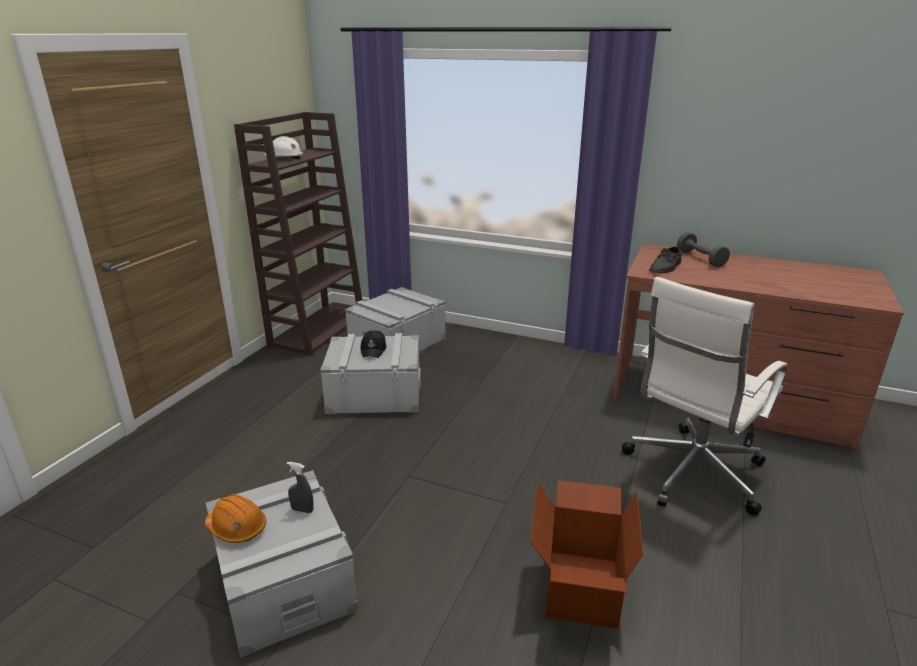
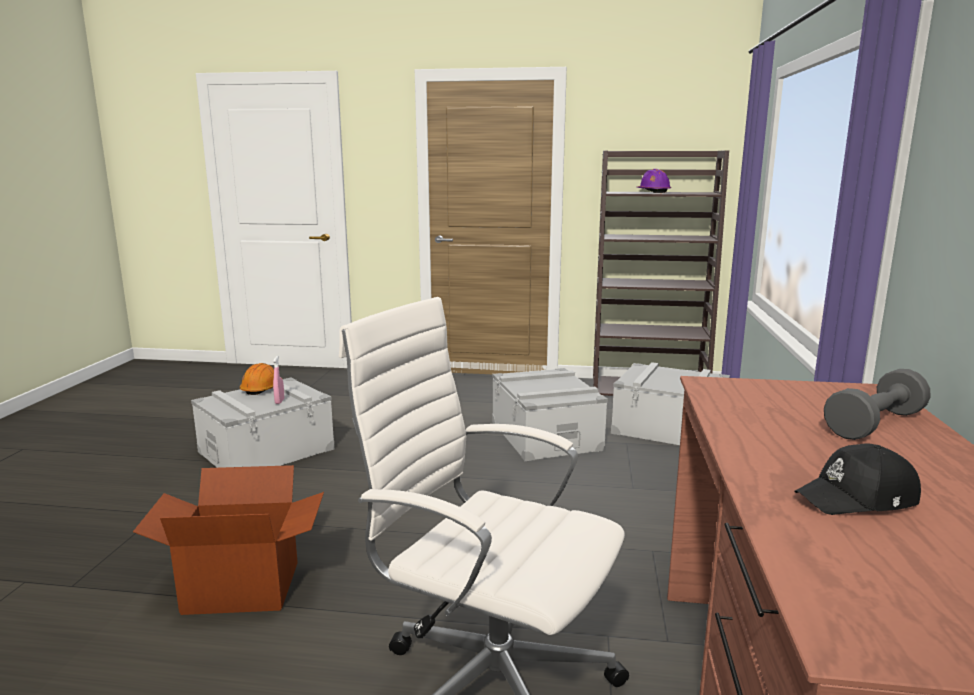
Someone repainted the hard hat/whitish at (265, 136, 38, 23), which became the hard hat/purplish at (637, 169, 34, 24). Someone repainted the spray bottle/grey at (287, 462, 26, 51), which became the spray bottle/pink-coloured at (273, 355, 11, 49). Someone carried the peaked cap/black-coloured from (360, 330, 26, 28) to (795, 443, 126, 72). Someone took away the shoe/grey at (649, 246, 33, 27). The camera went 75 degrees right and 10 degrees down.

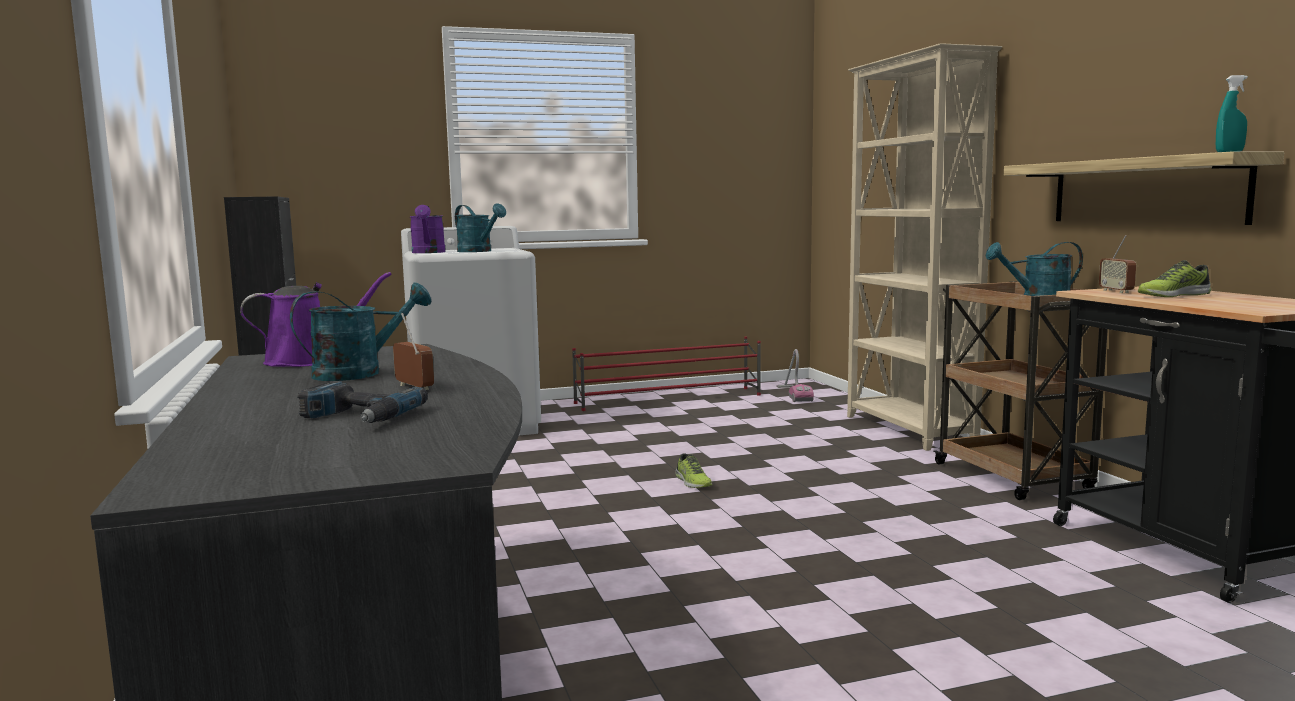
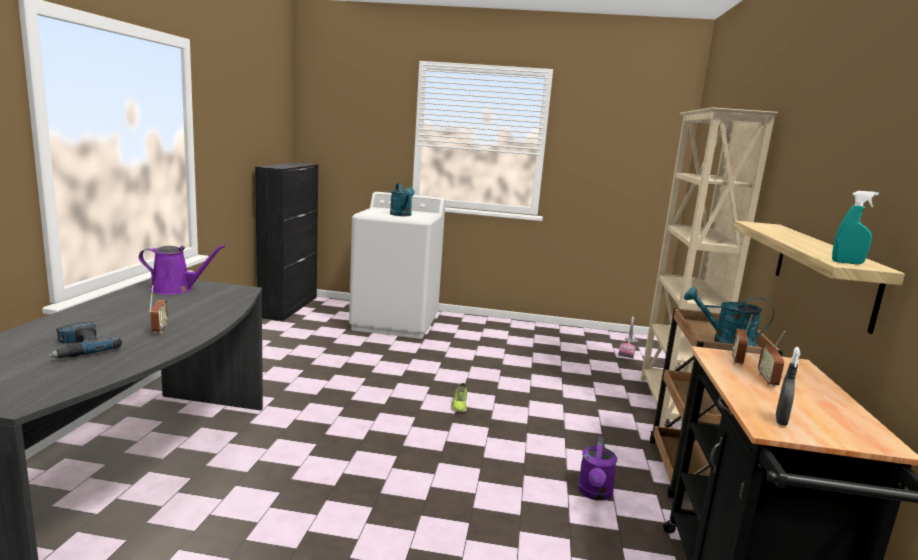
Someone took away the watering pot/blue-green at (290, 282, 141, 99). Someone carried the watering pot/purplish from (410, 205, 36, 48) to (578, 436, 39, 65). Someone took away the shoe stand/reddish at (572, 336, 189, 75). Someone swapped the shoe at (1138, 260, 73, 37) for the radio at (758, 331, 27, 56). Someone put down the spray bottle/grey at (776, 347, 25, 79). The camera went 25 degrees right and 5 degrees up.

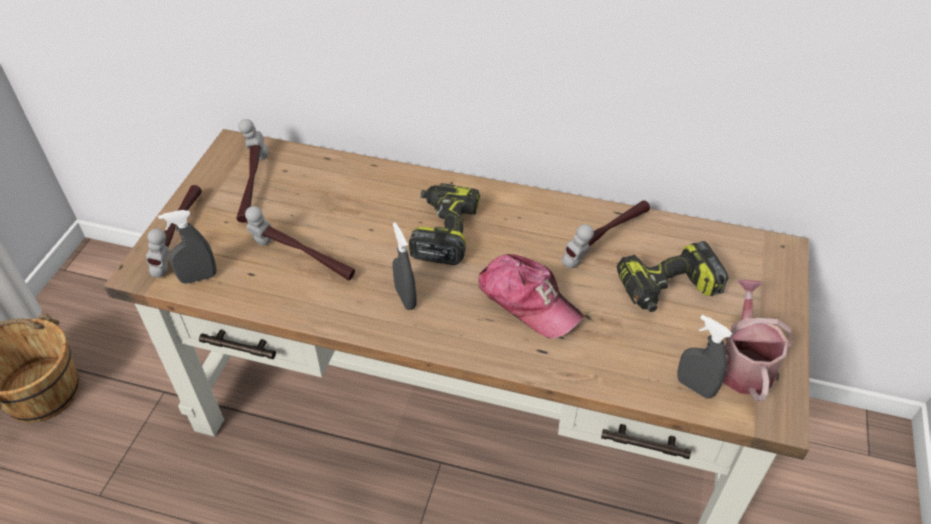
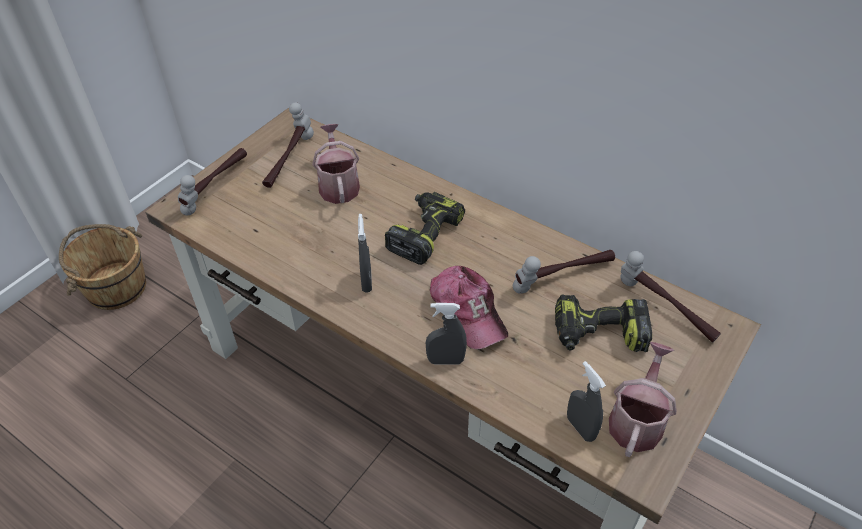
Someone carried the spray bottle/grey from (158, 210, 58, 74) to (426, 303, 41, 61). Someone carried the hand hammer from (245, 206, 110, 75) to (620, 251, 101, 92). Someone put down the watering pot at (312, 124, 48, 80). The camera went 20 degrees right and 0 degrees up.

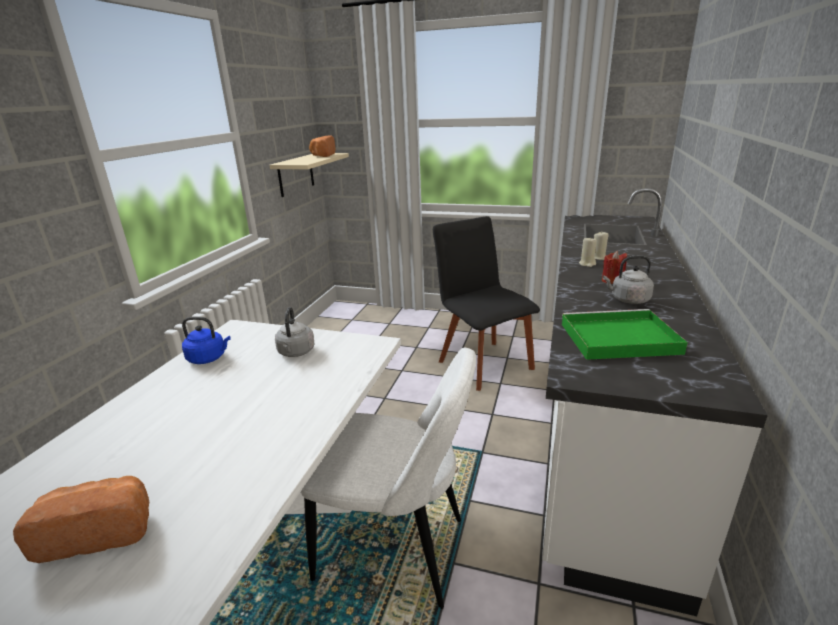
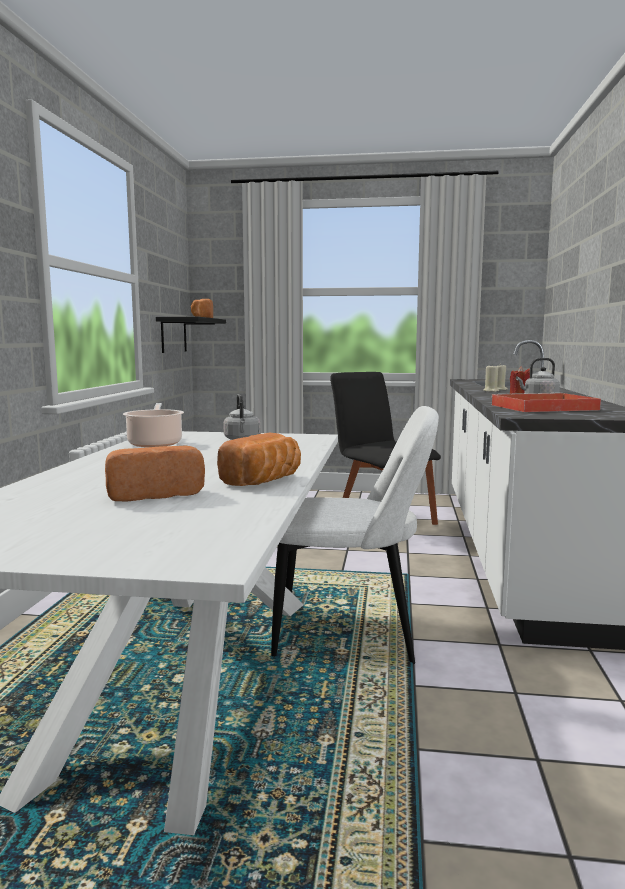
Someone swapped the tea kettle/blue-coloured at (182, 317, 49, 47) for the stockpot at (123, 403, 61, 44). Someone repainted the shelf/beige at (269, 153, 80, 44), which became the shelf/black-coloured at (156, 317, 70, 36). Someone repainted the tray/green at (562, 309, 126, 51), which became the tray/reddish at (491, 393, 110, 19). Someone put down the bread at (217, 433, 84, 53). The camera went 10 degrees left and 15 degrees down.

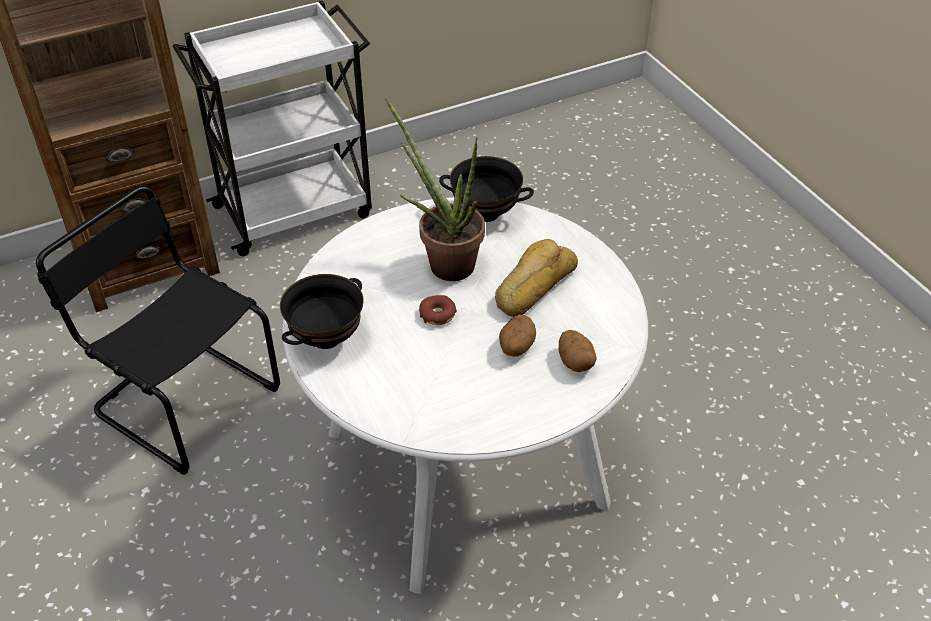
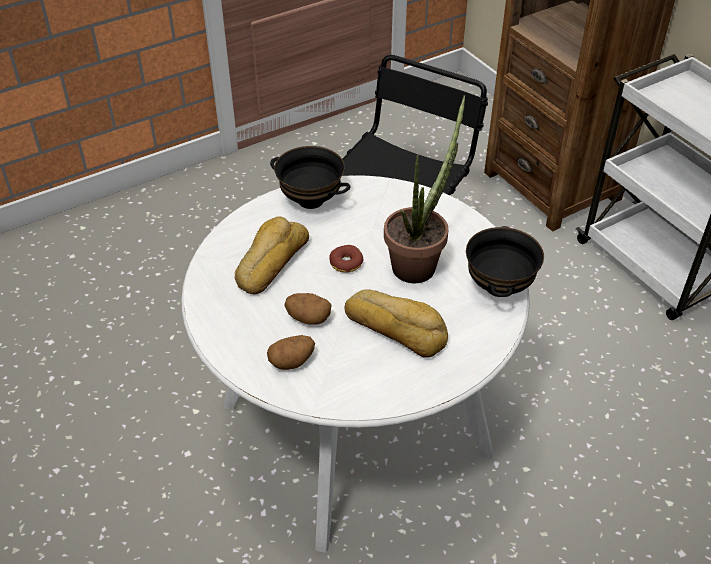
Someone put down the bread at (235, 216, 74, 78). The camera went 85 degrees right and 0 degrees up.

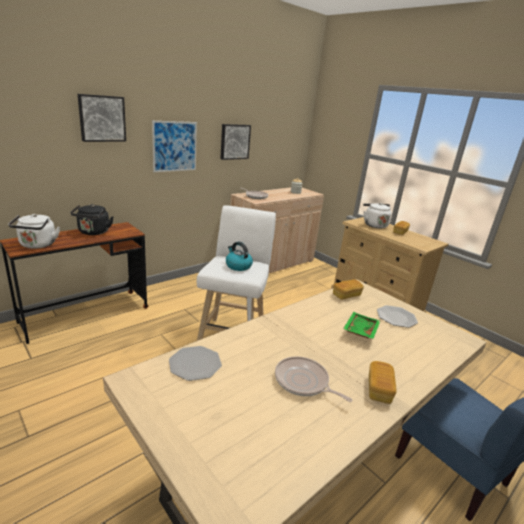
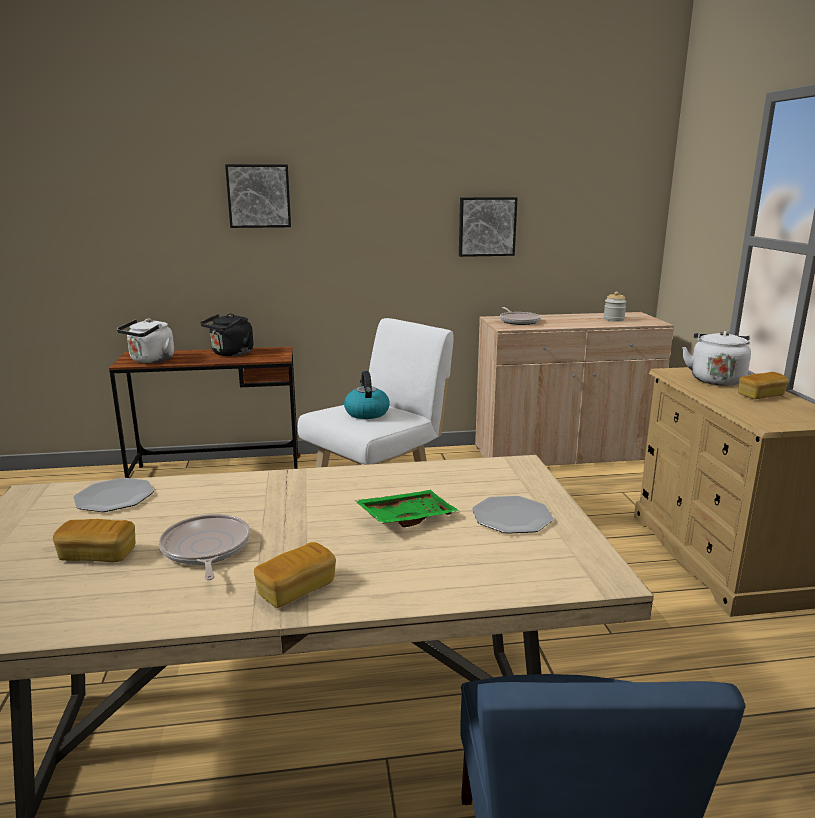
Someone took away the wall picture at (152, 121, 45, 51). Someone carried the bread from (333, 279, 31, 21) to (53, 519, 82, 43). The camera went 35 degrees right and 5 degrees down.

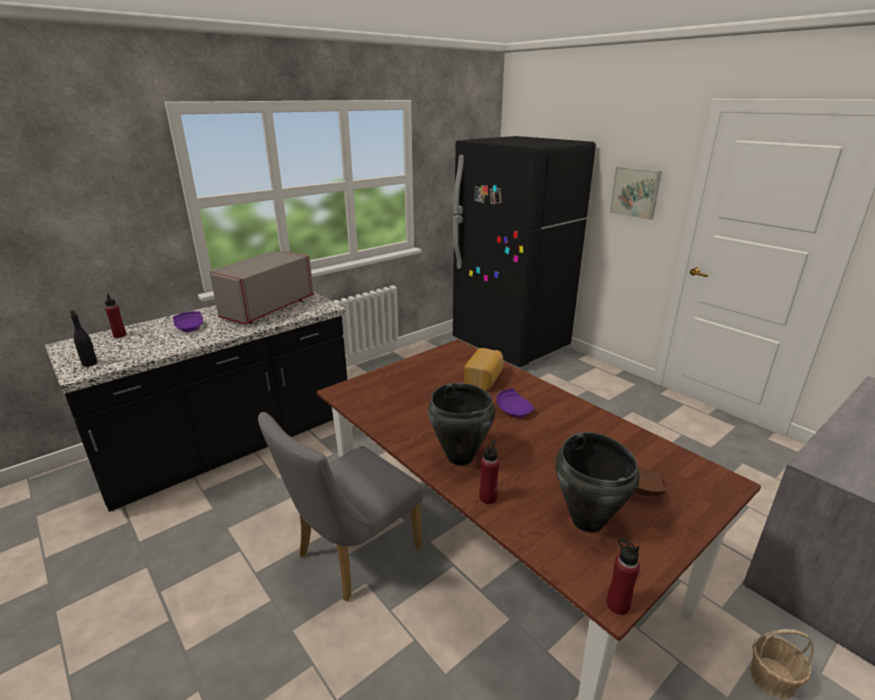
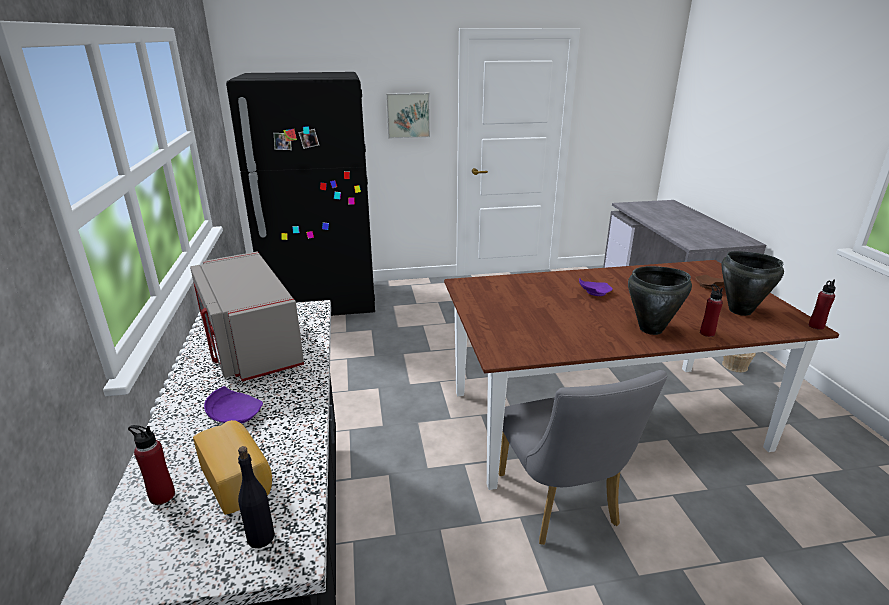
Someone carried the bread from (464, 348, 40, 43) to (193, 420, 79, 95). The camera went 60 degrees left and 0 degrees up.

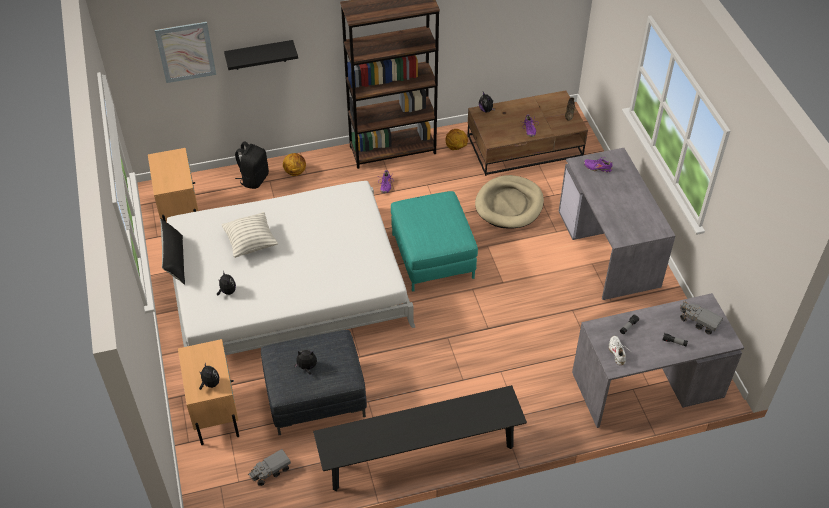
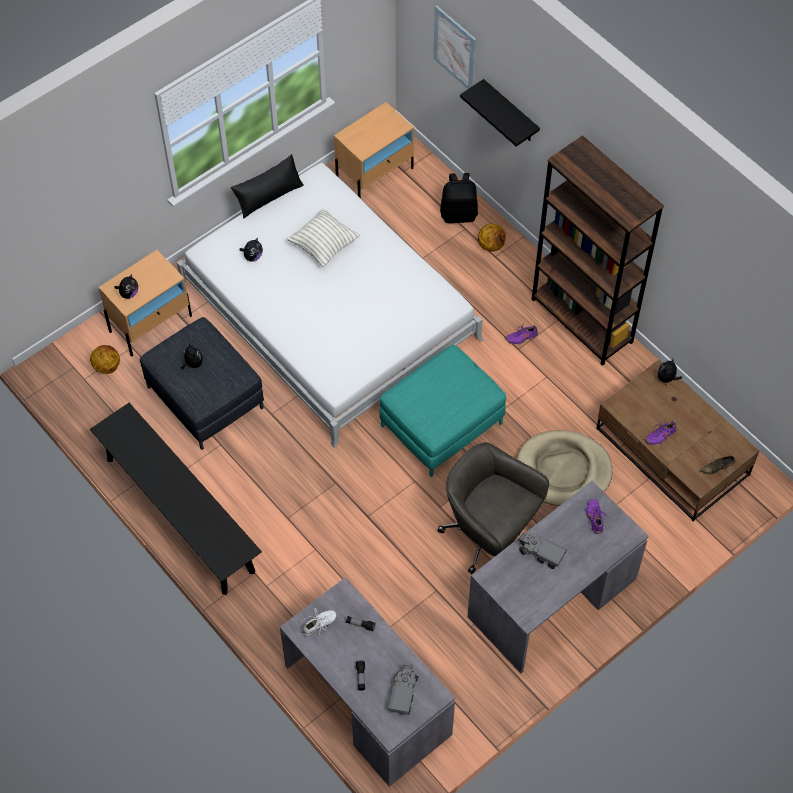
Someone carried the toy truck from (249, 449, 42, 37) to (518, 532, 49, 37). Someone carried the basketball ball from (446, 129, 22, 21) to (90, 345, 30, 29). Someone put down the office chair/grey at (437, 442, 112, 132). The camera went 65 degrees right and 10 degrees up.

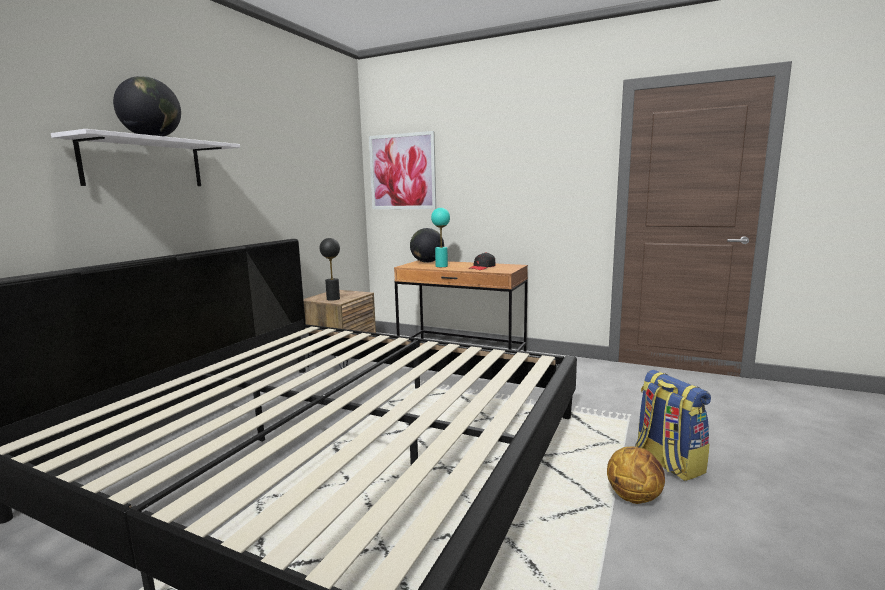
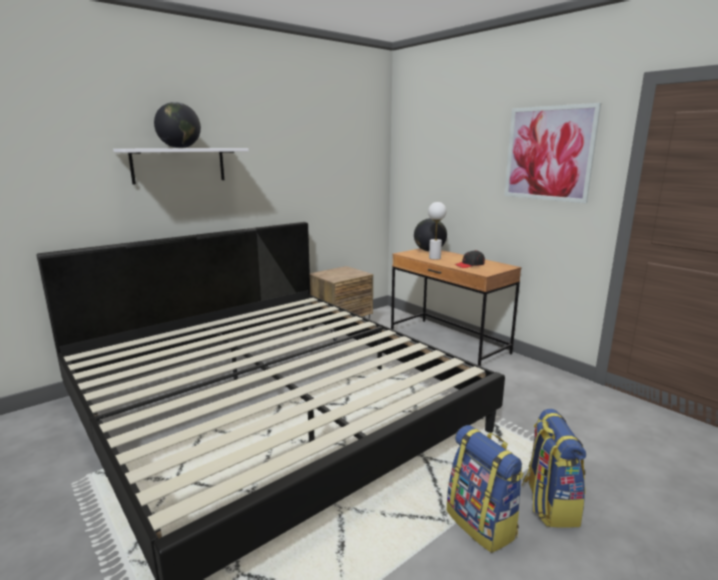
Someone took away the table lamp/black-coloured at (320, 238, 20, 63). Someone carried the wall picture from (369, 131, 67, 78) to (504, 103, 97, 100). Someone repainted the table lamp/blue-green at (431, 208, 19, 59), which became the table lamp/whitish at (428, 202, 19, 58). Someone swapped the basketball ball at (607, 446, 58, 58) for the rucksack at (446, 425, 78, 128). The camera went 25 degrees right and 5 degrees up.

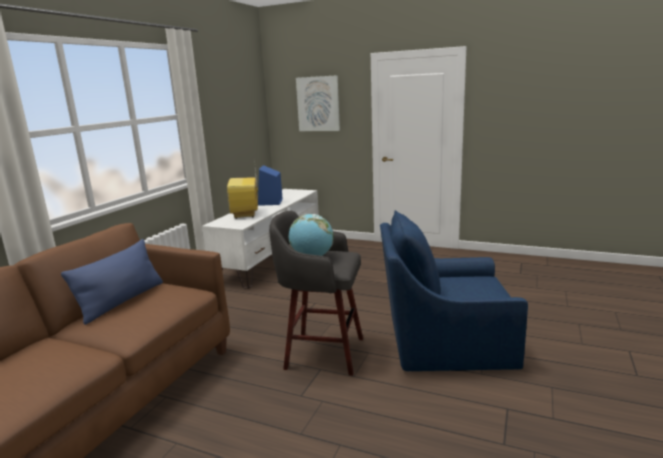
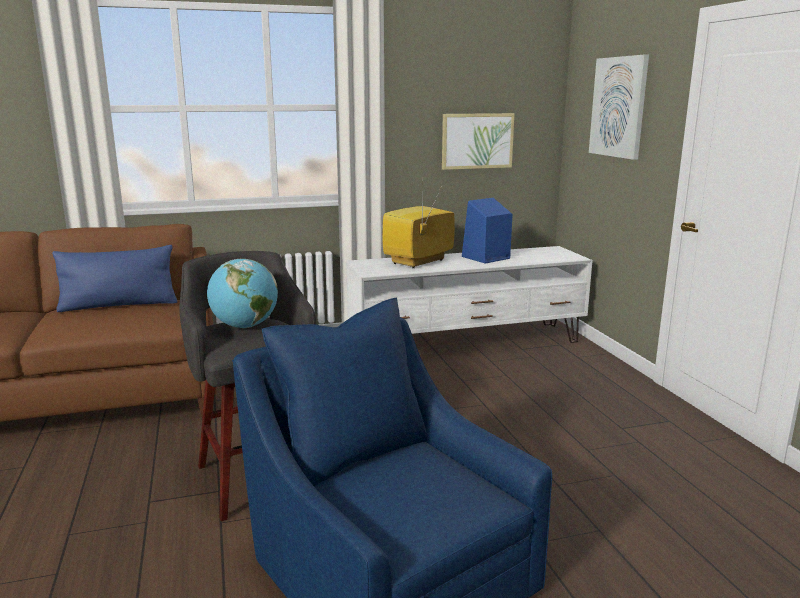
Someone put up the wall picture at (442, 113, 73, 57). The camera went 50 degrees right and 0 degrees up.

